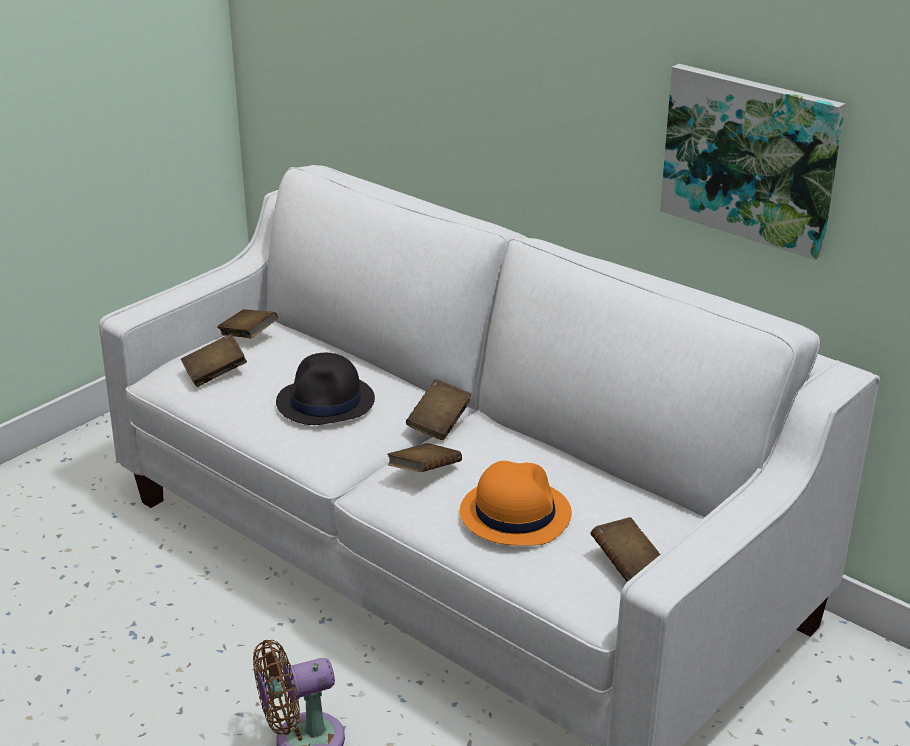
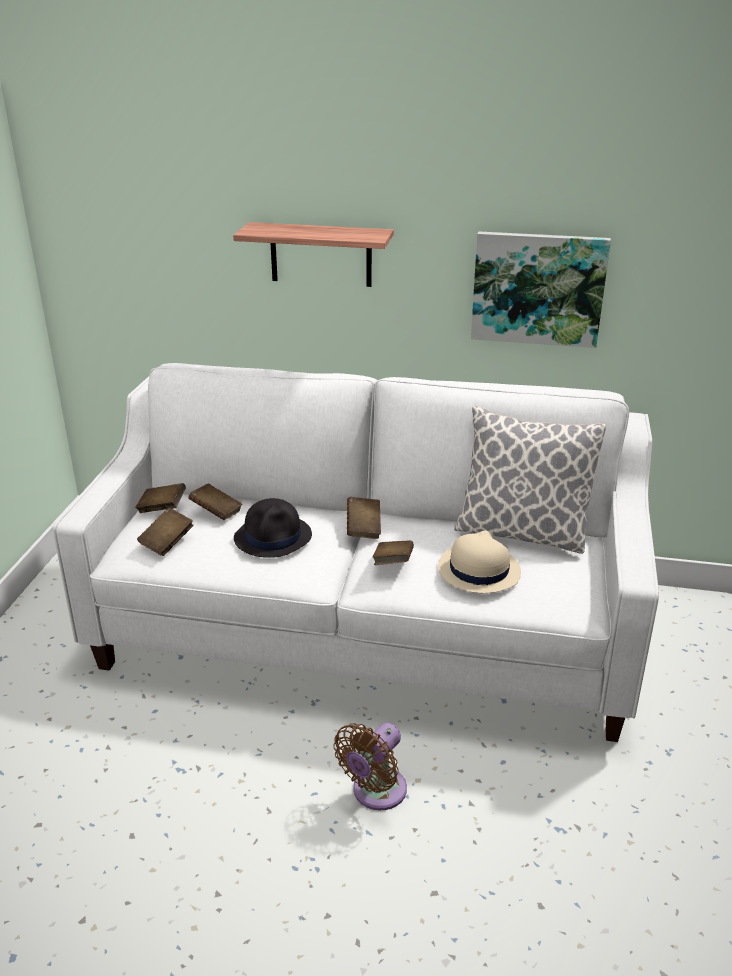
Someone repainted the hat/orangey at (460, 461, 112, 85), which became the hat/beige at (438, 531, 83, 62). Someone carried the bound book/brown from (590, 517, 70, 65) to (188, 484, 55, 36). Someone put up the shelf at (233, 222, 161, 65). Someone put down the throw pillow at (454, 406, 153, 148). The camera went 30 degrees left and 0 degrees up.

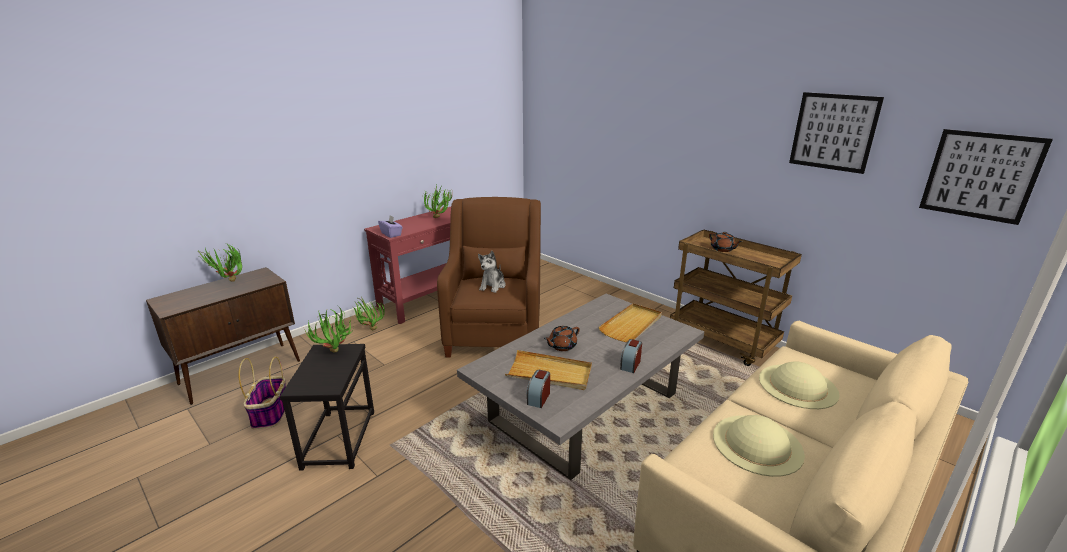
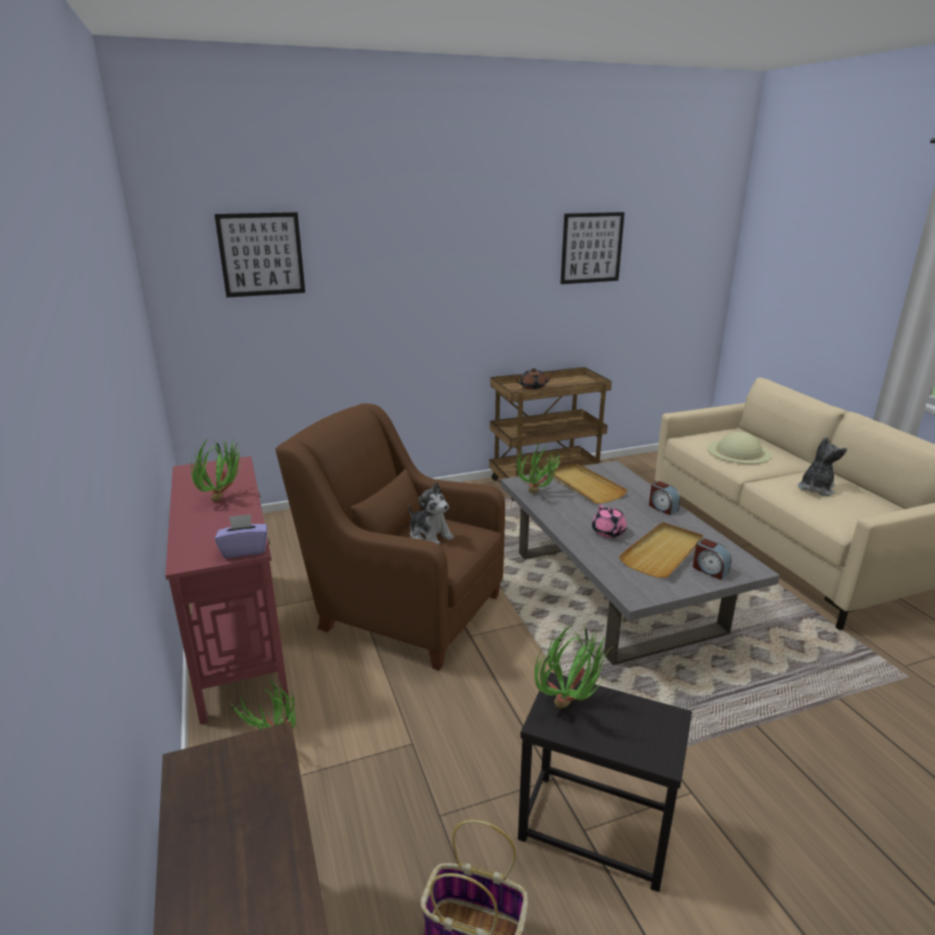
Someone carried the houseplant from (198, 243, 44, 38) to (516, 442, 46, 51). Someone repainted the tea pot/brown at (544, 326, 36, 25), which became the tea pot/pink-coloured at (592, 505, 35, 33). Someone swapped the hat/beige at (713, 415, 92, 62) for the cuddly toy at (798, 437, 49, 59). Someone carried the wall picture from (919, 129, 134, 96) to (214, 212, 91, 85). The camera went 65 degrees left and 0 degrees up.

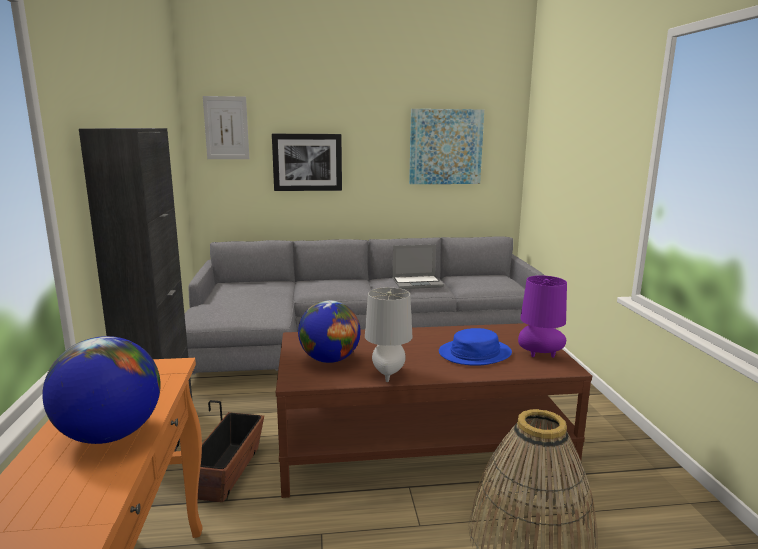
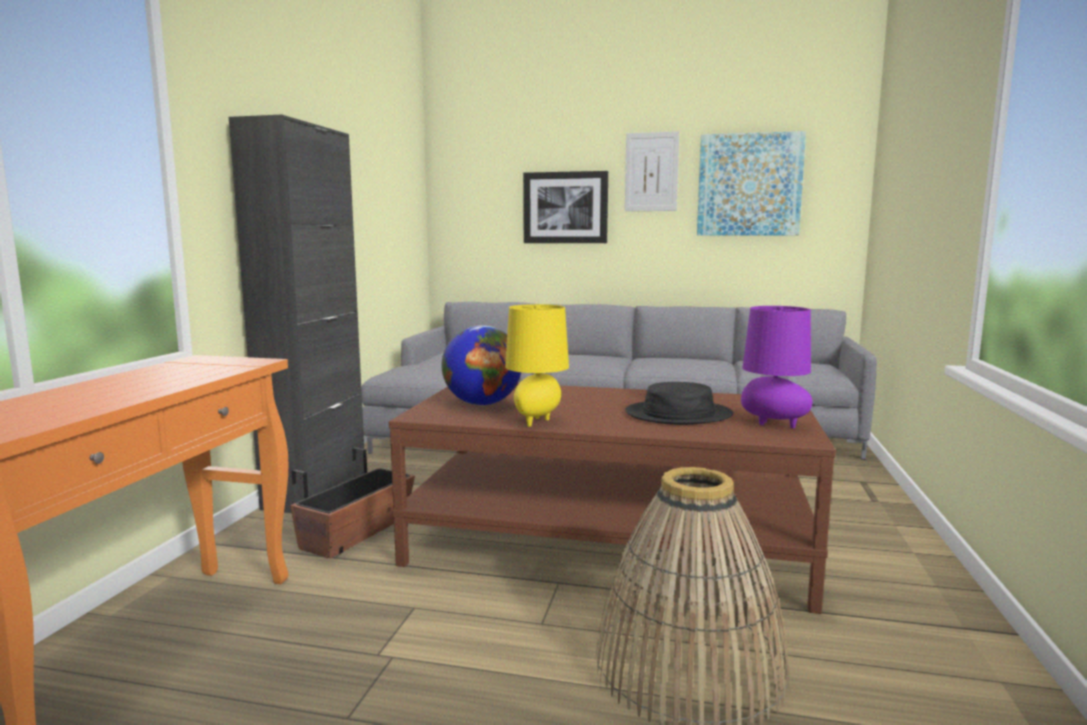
Someone took away the desk globe at (42, 336, 119, 108). Someone carried the wall picture from (203, 96, 46, 63) to (625, 131, 54, 80). Someone repainted the table lamp/grey at (365, 287, 48, 95), which became the table lamp/yellowish at (505, 304, 64, 123). Someone took away the laptop at (392, 244, 52, 45). Someone repainted the hat/blue-coloured at (439, 328, 73, 38), which became the hat/black-coloured at (625, 382, 108, 43). The camera went 20 degrees right and 5 degrees down.

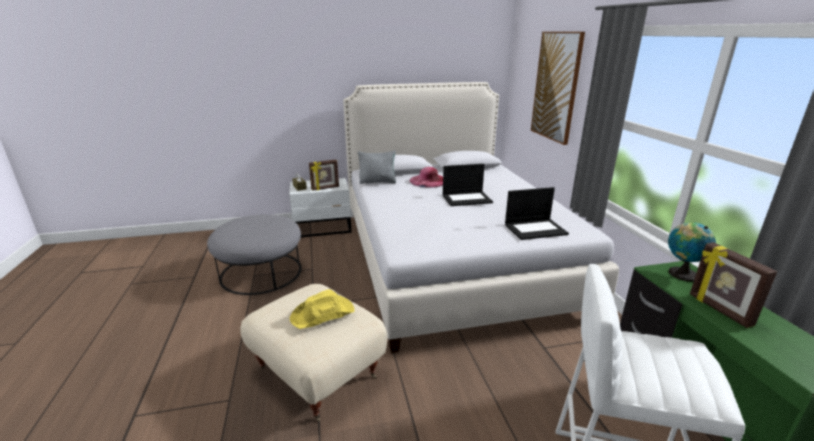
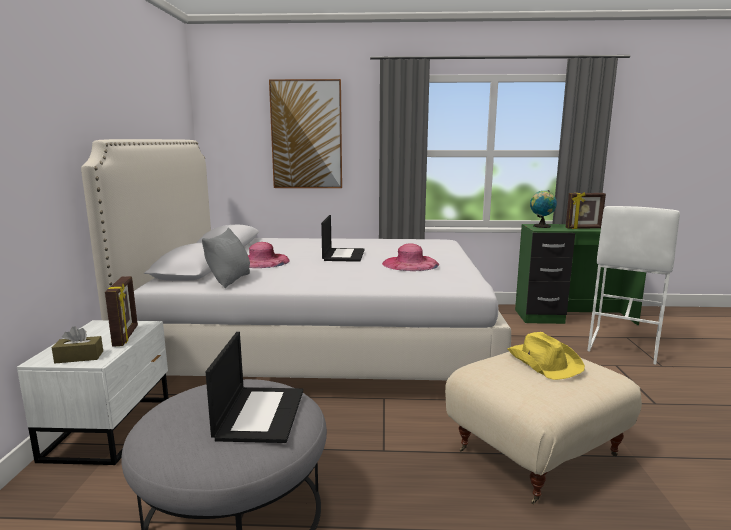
Someone carried the laptop from (505, 187, 64, 53) to (206, 332, 97, 111). Someone put down the hat/pink-coloured at (382, 243, 57, 28). The camera went 75 degrees left and 10 degrees down.

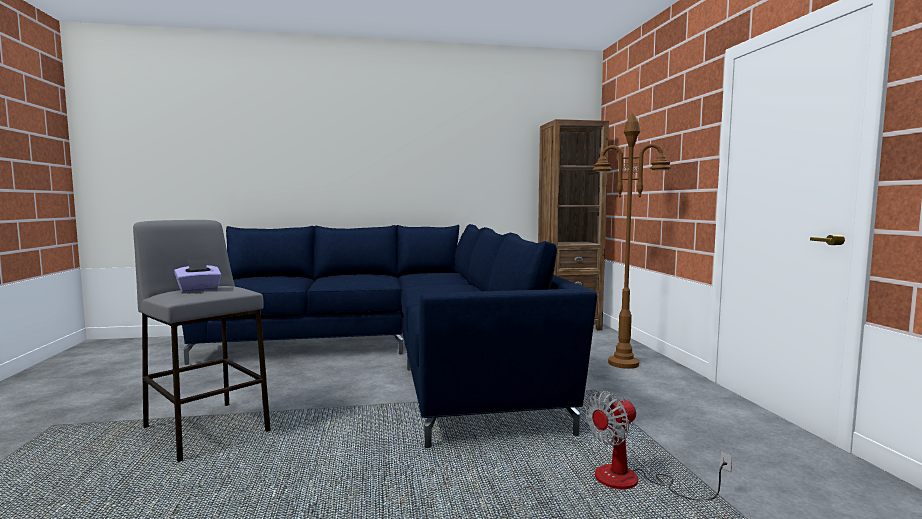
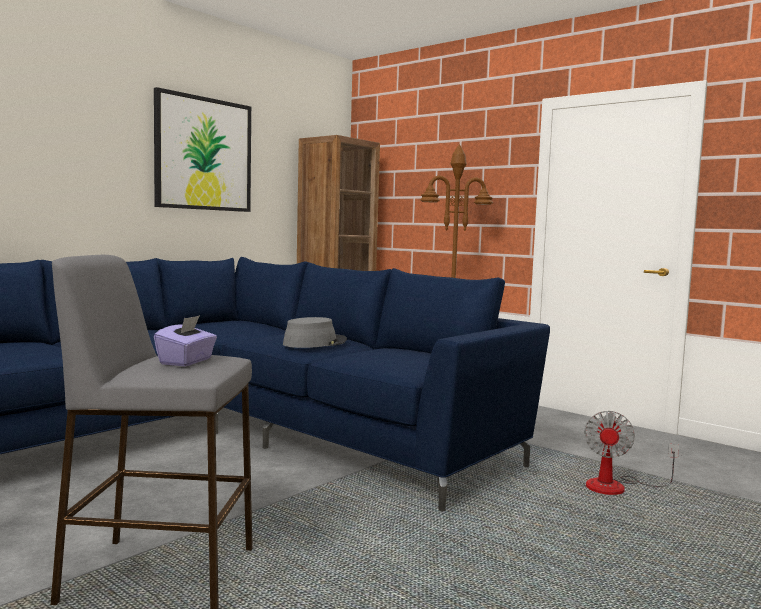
Someone put up the wall picture at (154, 87, 97, 125). Someone put down the hat/grey at (283, 317, 64, 31). The camera went 40 degrees left and 0 degrees up.

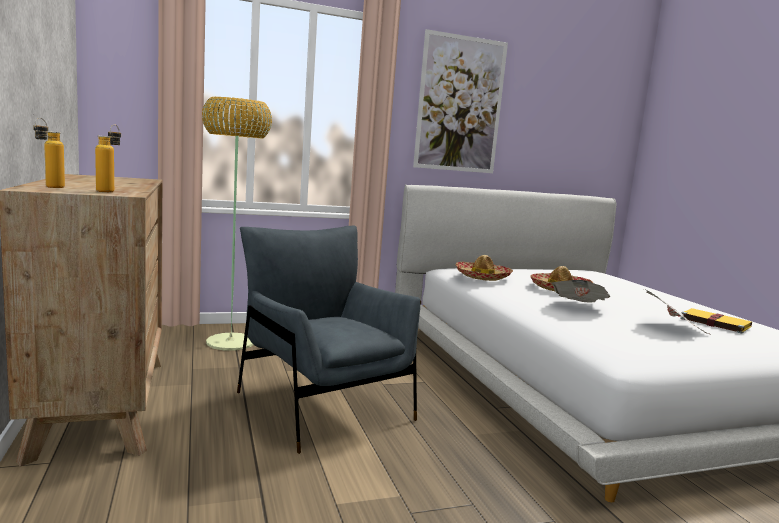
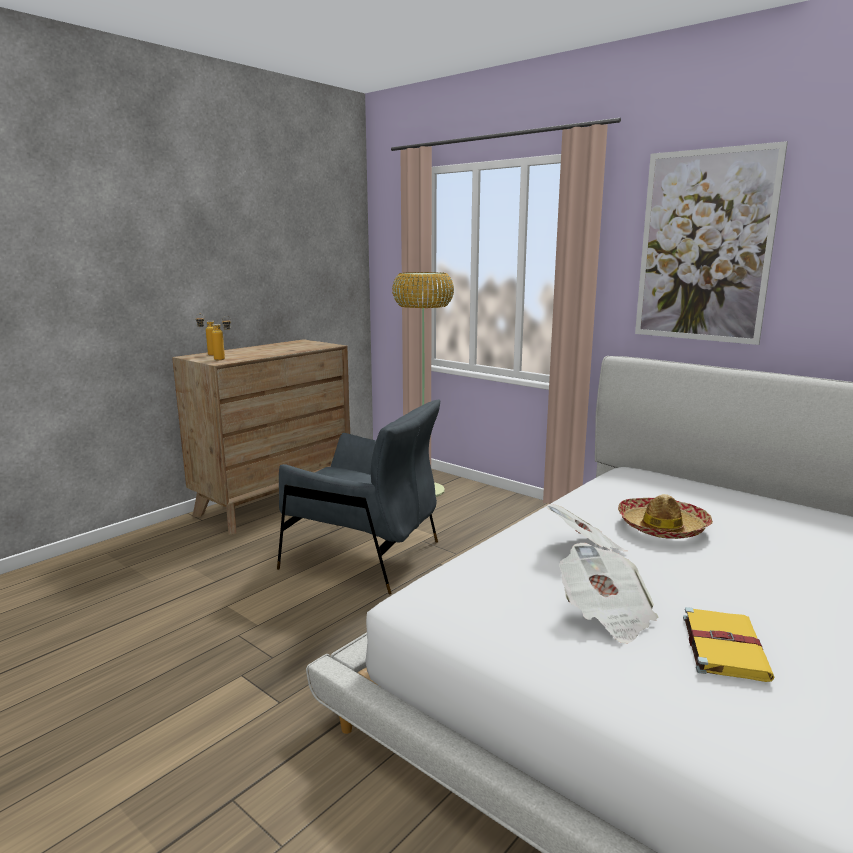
Someone rotated the armchair/grey at (237, 225, 183, 229) by 90 degrees clockwise. Someone took away the hat at (455, 255, 58, 26). The camera went 60 degrees right and 5 degrees up.

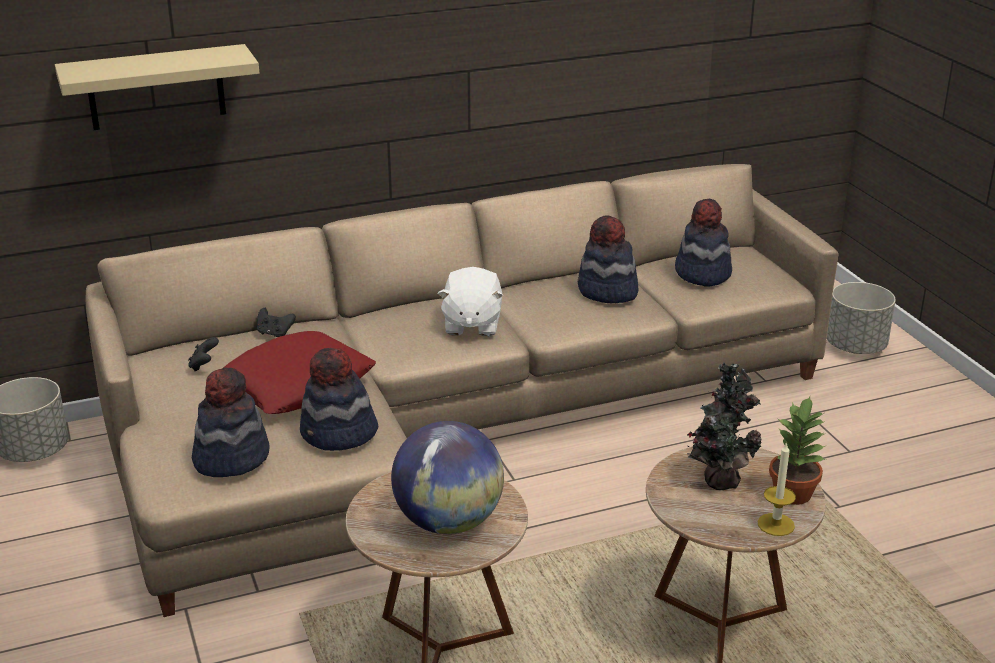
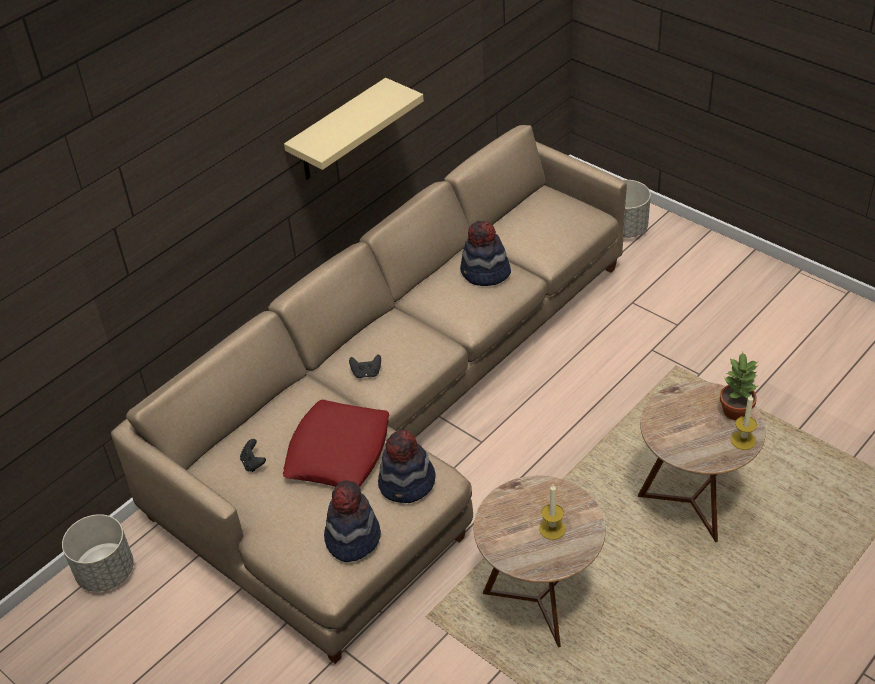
Someone carried the shelf/beige from (55, 44, 204, 86) to (284, 78, 140, 102). Someone carried the game controller/black-coloured from (257, 308, 39, 29) to (349, 354, 32, 24). Someone swapped the desk globe at (391, 421, 113, 113) for the candle at (539, 484, 27, 56). Someone took away the cuddly toy/whitish at (438, 267, 65, 69). Someone took away the hat at (675, 199, 57, 88). Someone took away the houseplant at (687, 362, 75, 128). The camera went 25 degrees left and 15 degrees up.

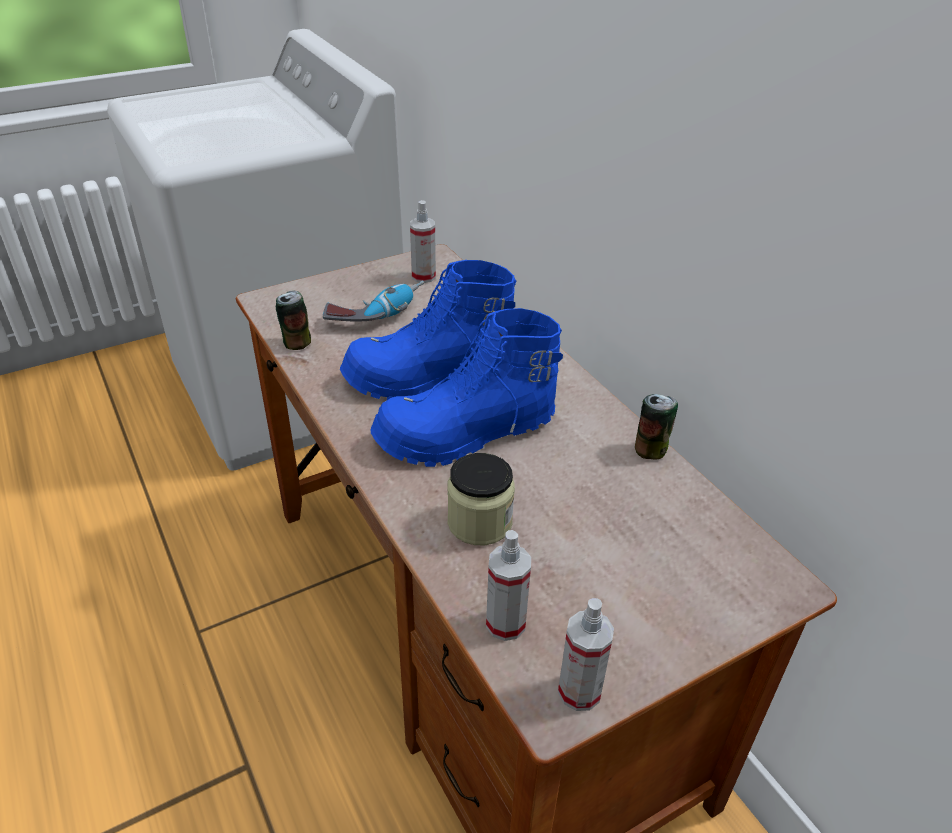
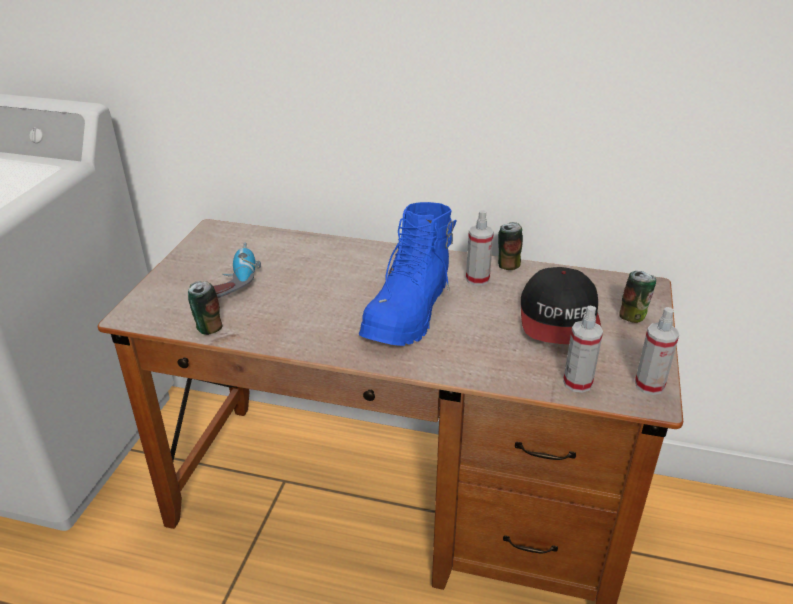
Someone took away the tall boot/blue-coloured at (340, 260, 177, 140). Someone carried the spray bottle from (410, 200, 26, 83) to (466, 210, 28, 76). Someone took away the storage jar at (447, 453, 68, 92). Someone put down the peaked cap at (521, 267, 80, 77). Someone put down the sealed can at (619, 271, 37, 52). The camera went 45 degrees left and 5 degrees down.

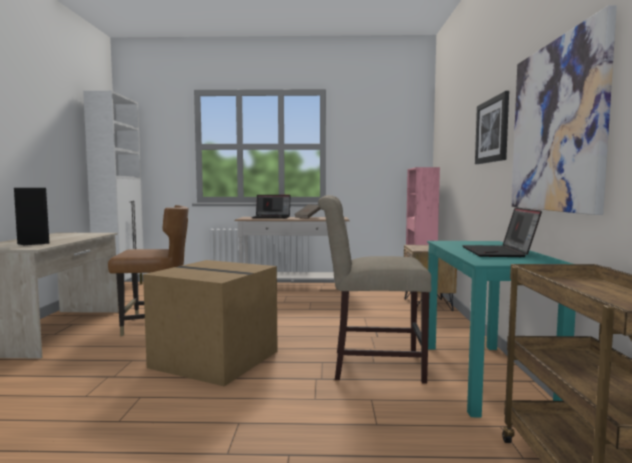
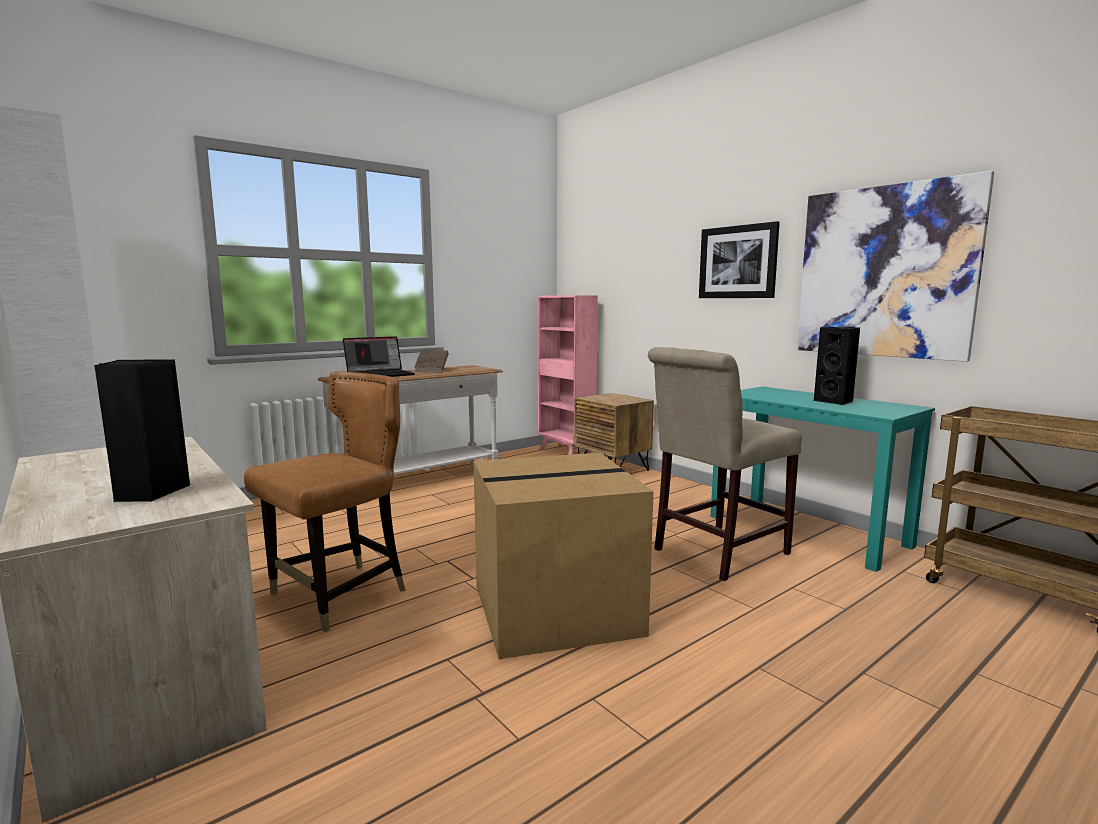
Someone swapped the laptop at (462, 207, 80, 50) for the speaker/black-coloured at (814, 327, 46, 78). The camera went 40 degrees left and 5 degrees up.

